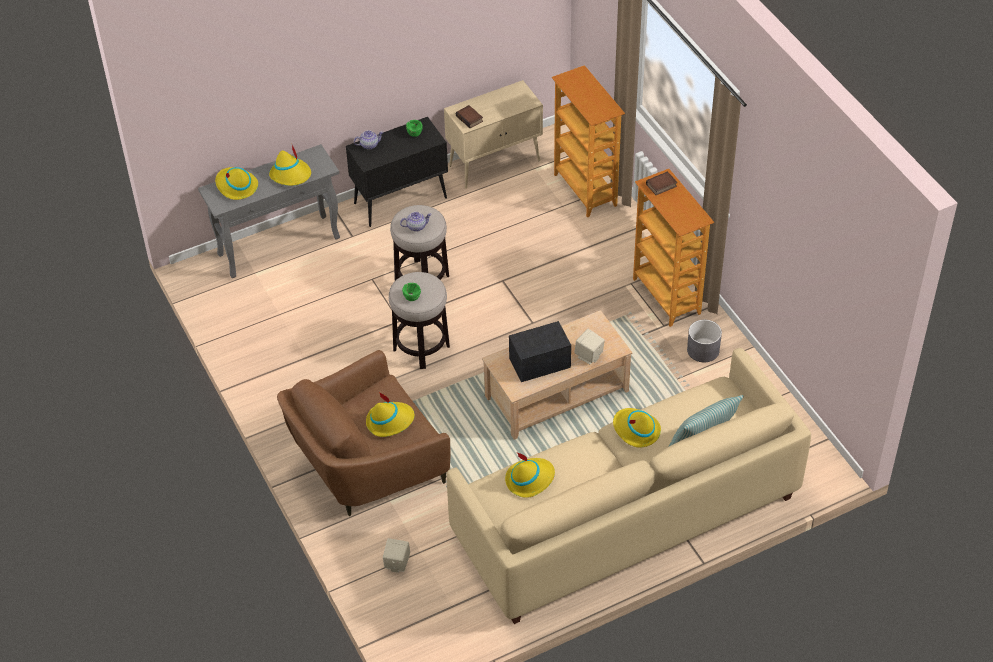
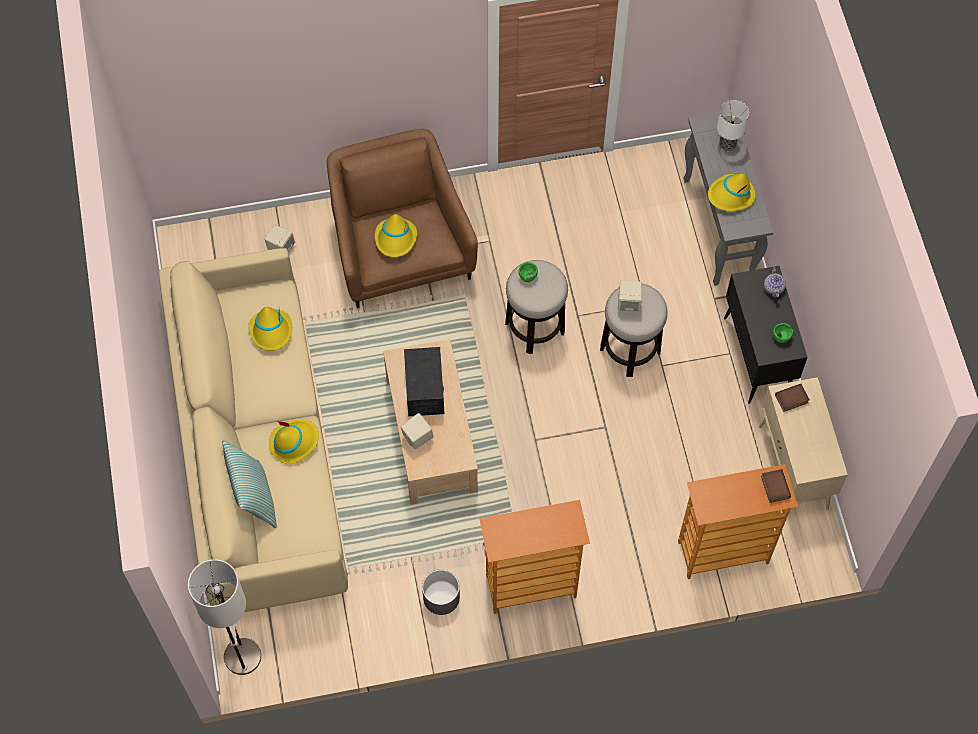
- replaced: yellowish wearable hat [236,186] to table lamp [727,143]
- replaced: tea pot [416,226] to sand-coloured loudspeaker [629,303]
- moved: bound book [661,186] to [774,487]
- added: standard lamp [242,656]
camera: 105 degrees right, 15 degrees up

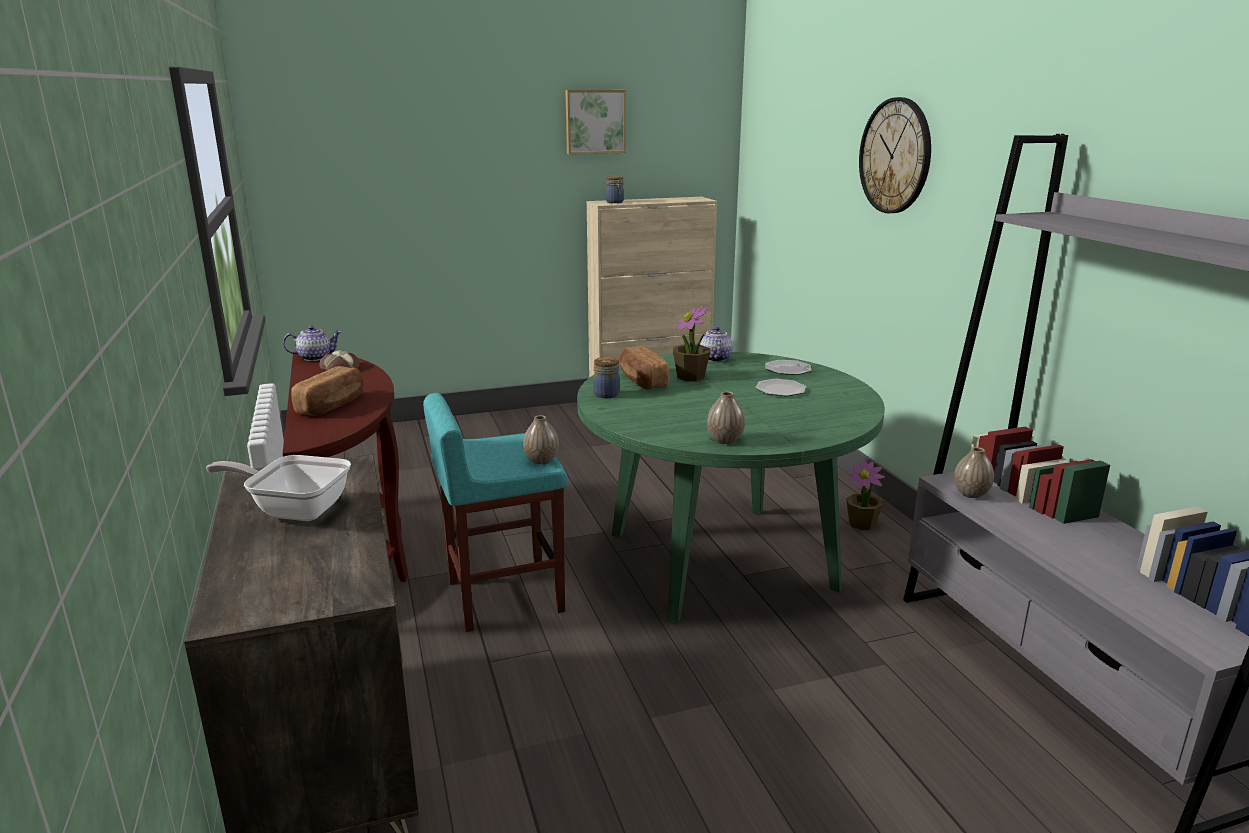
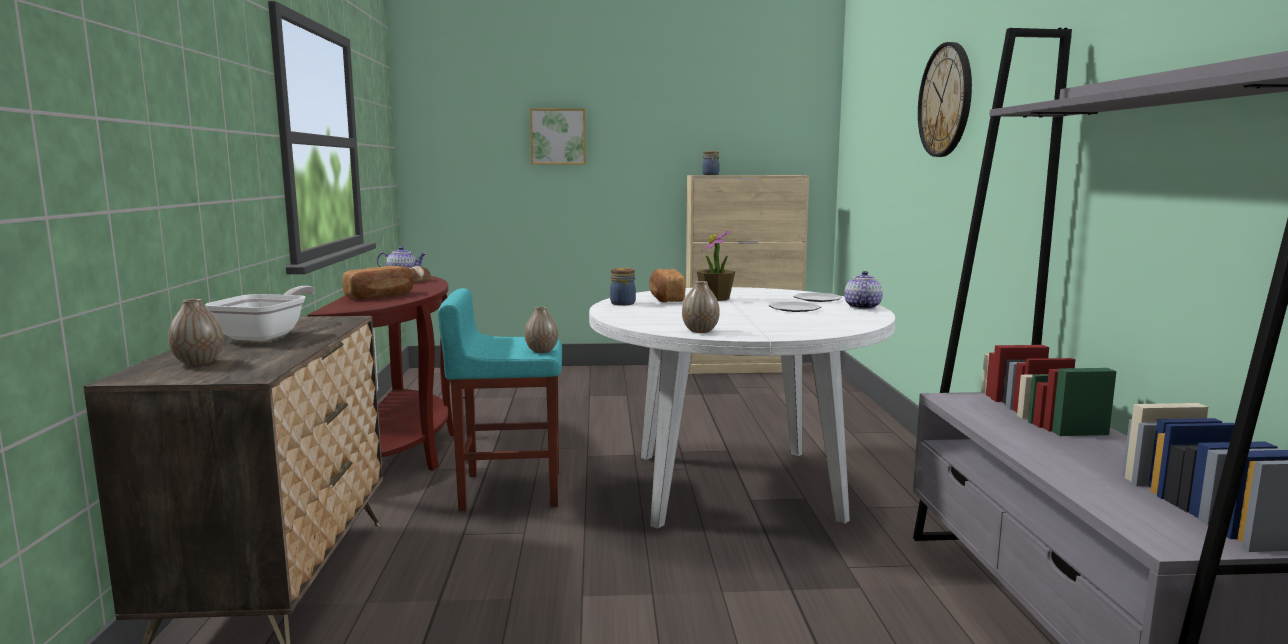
- turned: frying pan [294,509] = [267,335] 75 degrees clockwise
- moved: wall picture [595,121] to [558,136]
- recoloured: greenish dinner table [720,560] to white-coloured dinner table [734,486]
- moved: tea pot [714,358] to [861,307]
- removed: potted plant [862,524]
- moved: flower vase [971,494] to [199,362]
camera: 15 degrees right, 10 degrees down

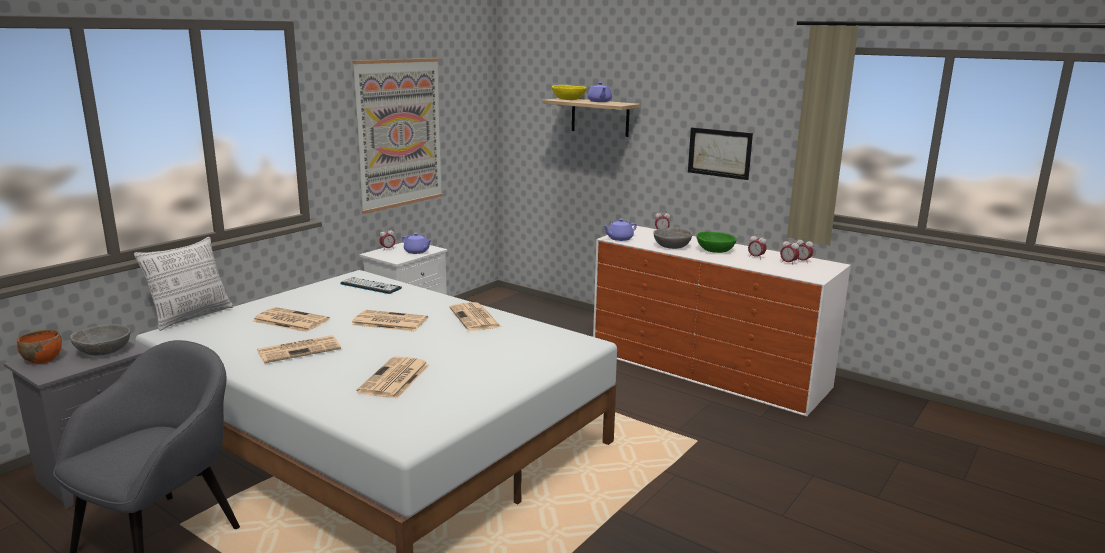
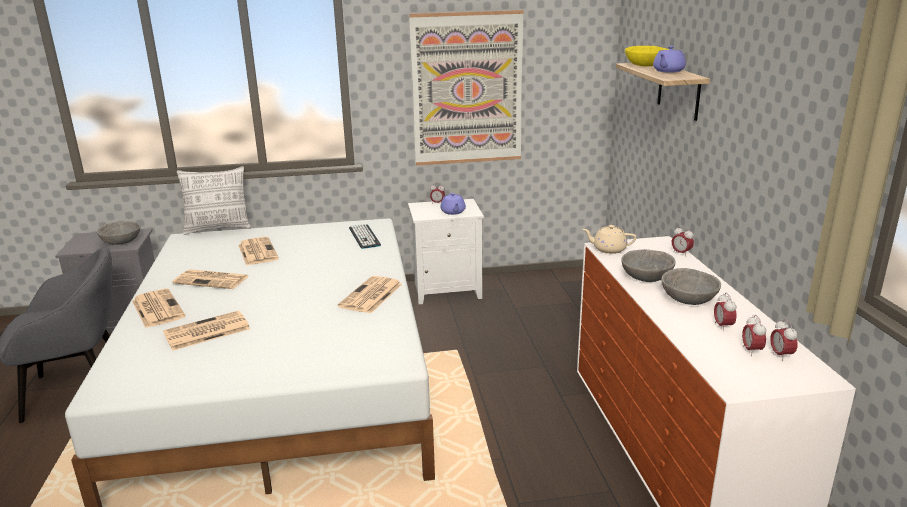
- removed: orange-coloured deep dish [42,359]
- moved: printed paper [388,322] to [157,308]
- recoloured: purple tea pot [619,239] to sand-coloured tea pot [608,249]
- removed: wall picture [719,153]
- recoloured: greenish deep dish [714,250] to grey deep dish [688,298]
camera: 45 degrees right, 5 degrees up

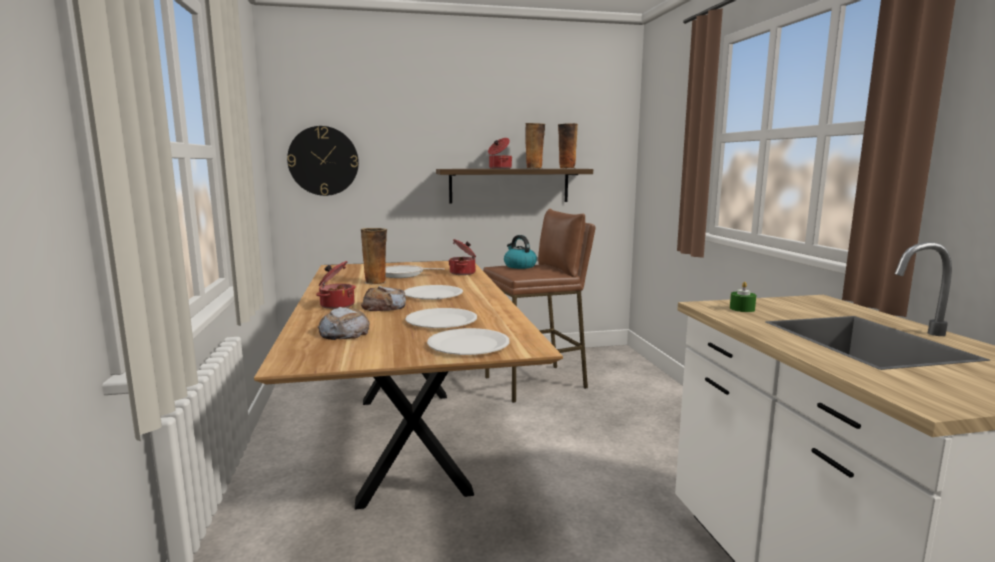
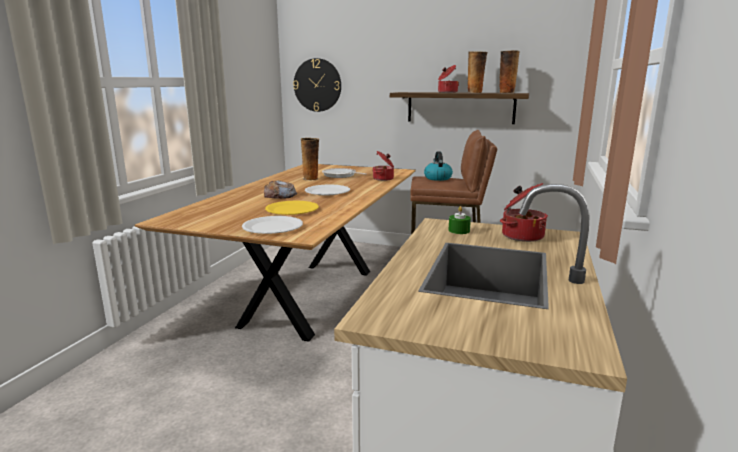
- moved: cooking pot [336,305] to [521,235]
- removed: bread [344,332]
- recoloured: white-coloured plate [441,320] to yellowish plate [292,209]
camera: 30 degrees right, 5 degrees up

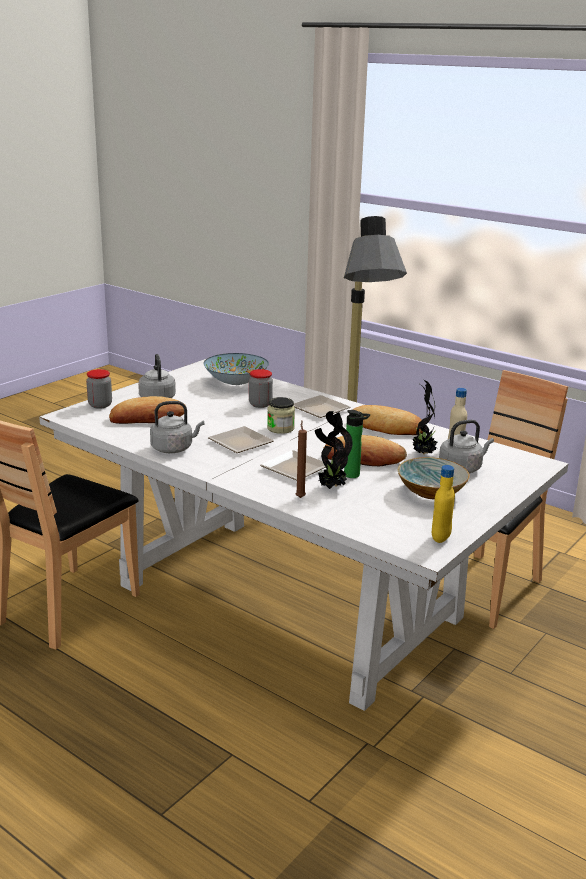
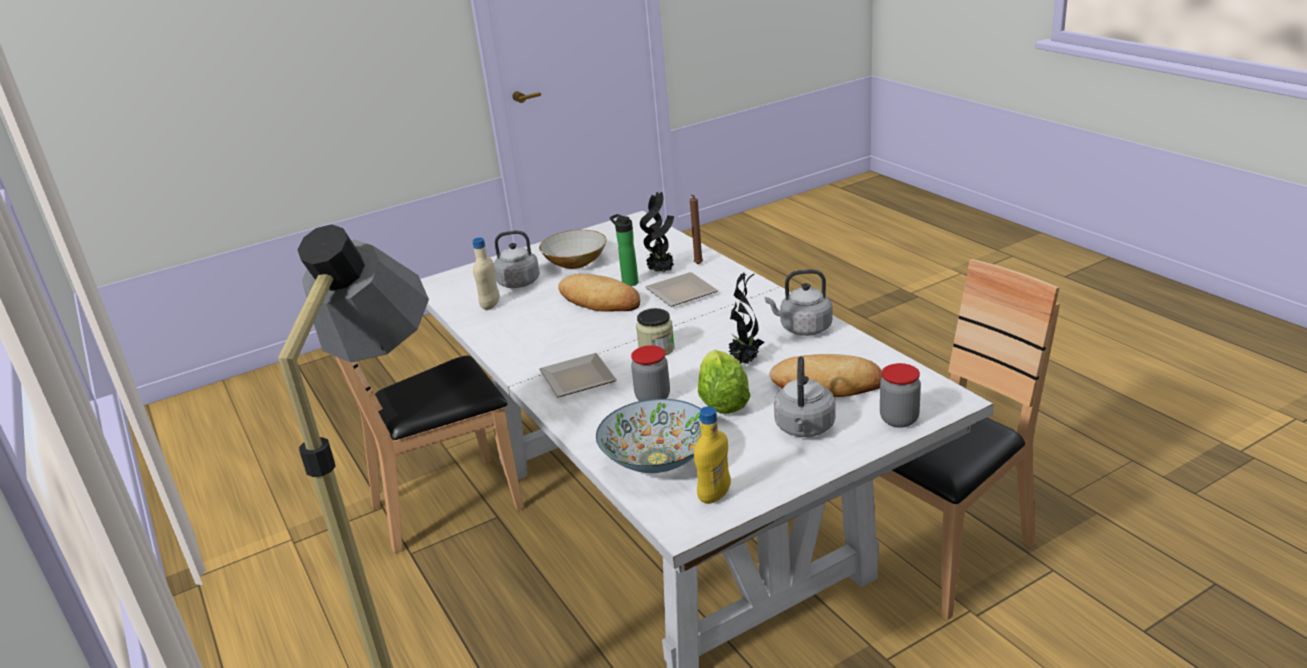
- removed: plate [241,442]
- removed: bread [386,427]
- moved: potted plant [422,453] to [745,361]
- moved: yellowish drink bottle [440,537] to [714,495]
- added: lettuce head [722,402]
camera: 155 degrees left, 5 degrees up

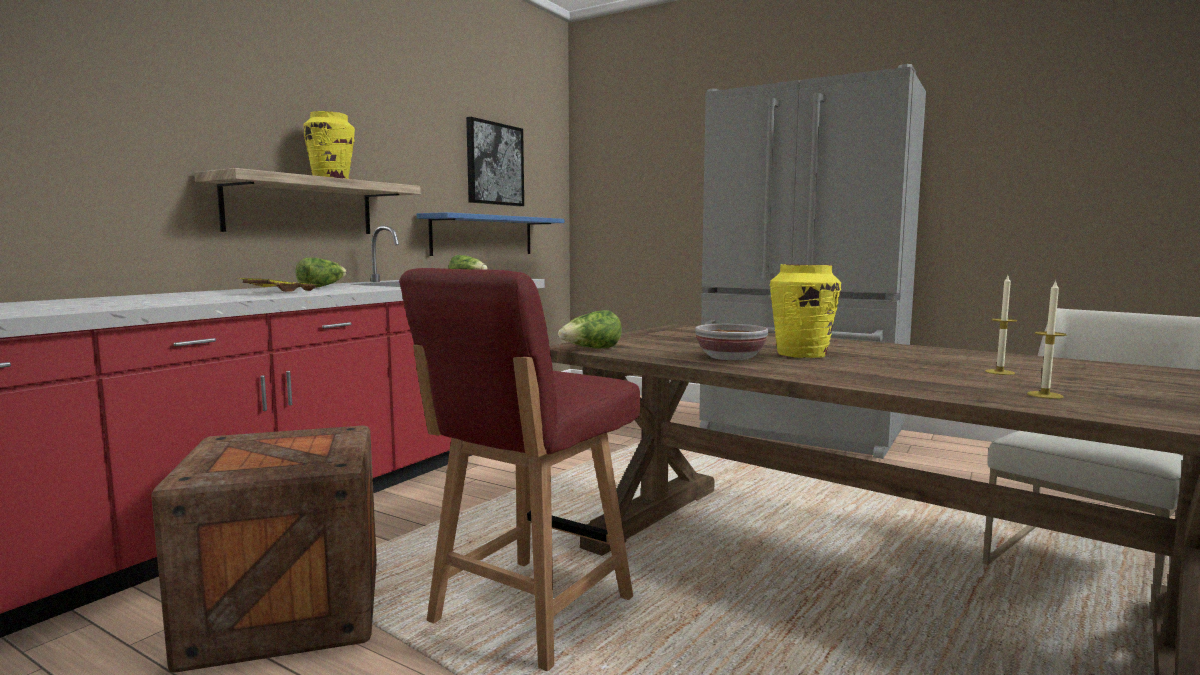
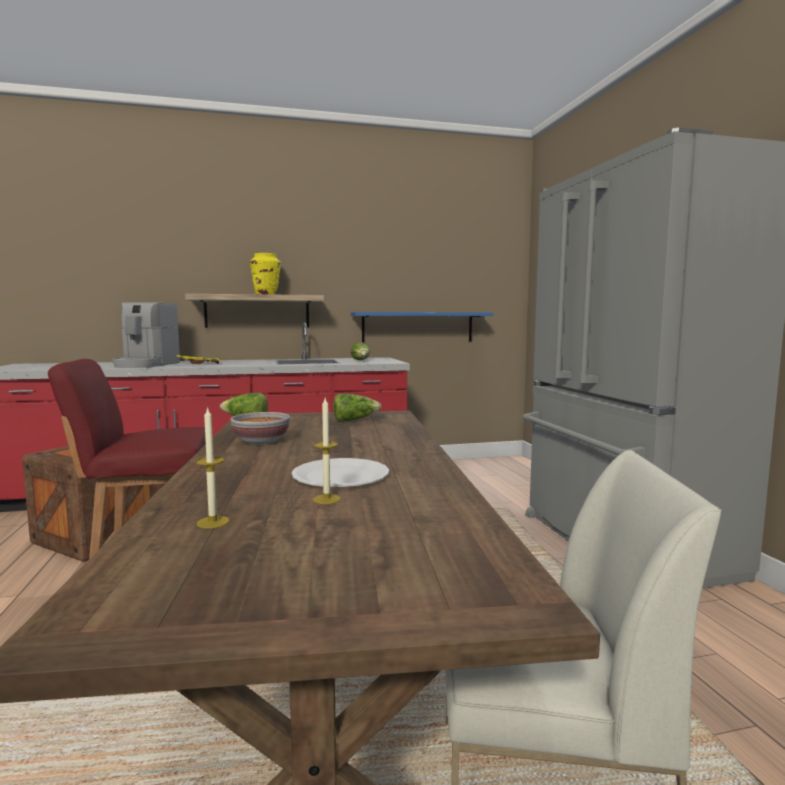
- moved: lettuce head [322,287] to [354,420]
- removed: wall picture [494,164]
- removed: yellowish flower vase [802,355]
- added: coffee brewer [146,365]
- added: white-coloured plate [340,476]
camera: 45 degrees right, 0 degrees up

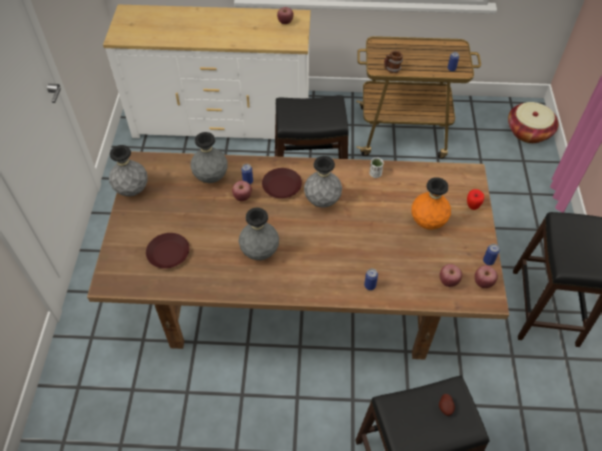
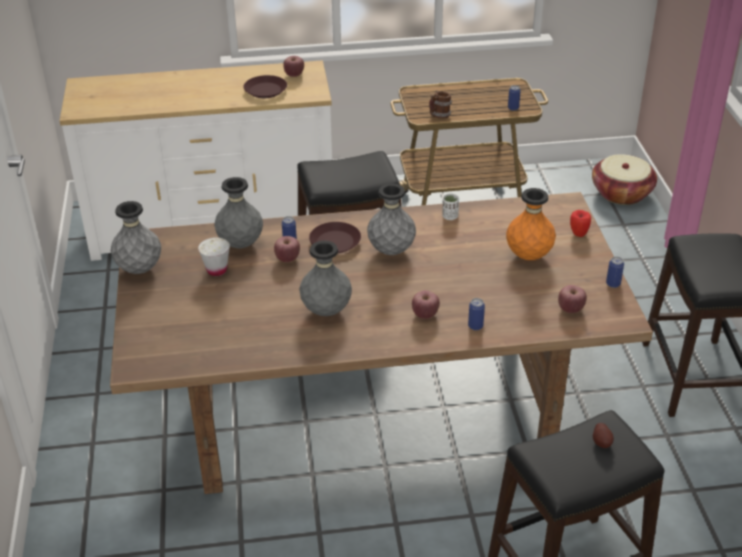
- moved: brownish plate [168,253] to [265,90]
- moved: apple fruit [483,282] to [425,315]
- added: white-coloured small cup [217,270]
camera: 10 degrees left, 15 degrees down

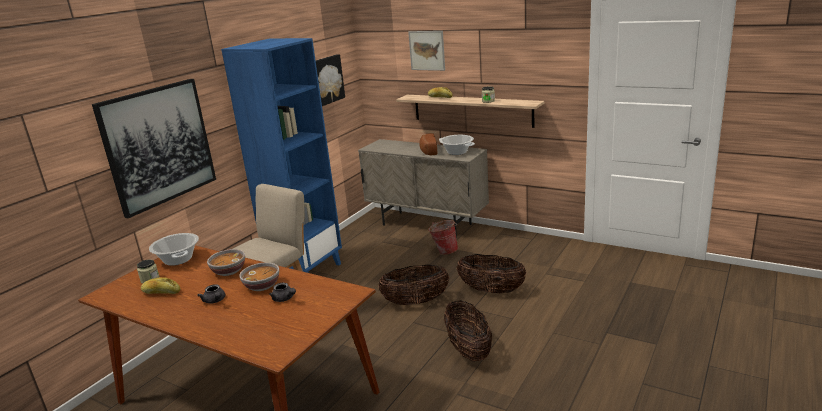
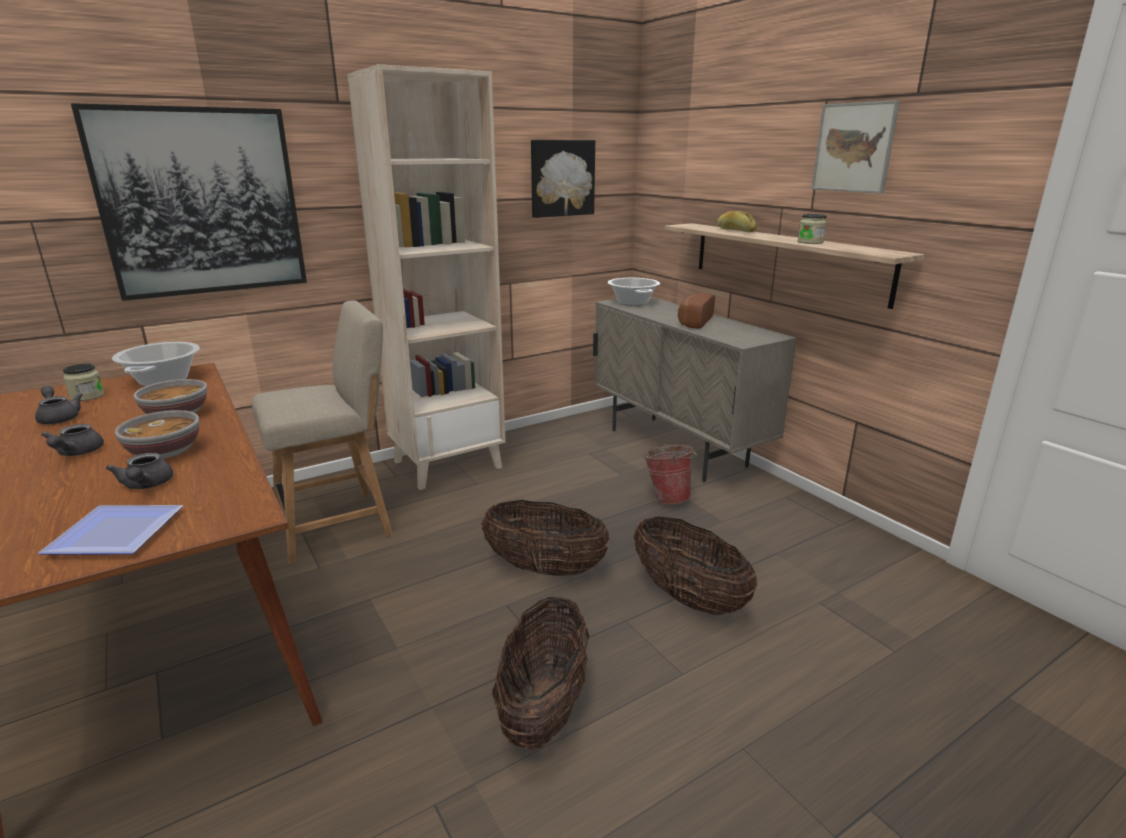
- replaced: bread [161,292] to grey tea pot [59,418]
- recoloured: blue shelving unit [306,271] to sand-coloured shelving unit [448,464]
- moved: wall picture [427,50] to [853,147]
- moved: cooking pot [457,152] to [632,303]
- added: plate [111,535]
camera: 25 degrees right, 0 degrees up

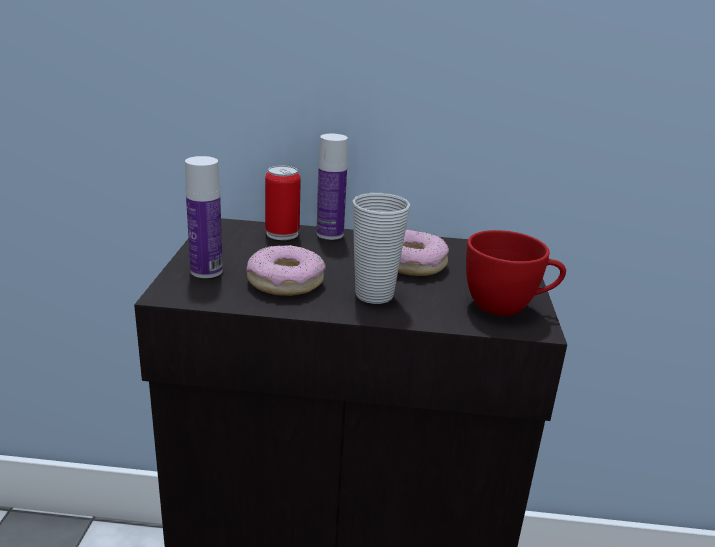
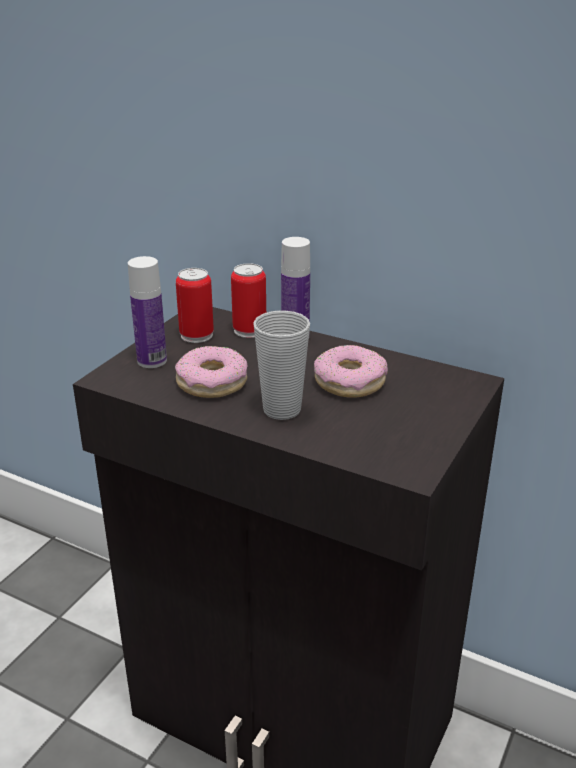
- removed: red small cup [508,306]
- added: metal can [196,335]
camera: 25 degrees right, 5 degrees up

